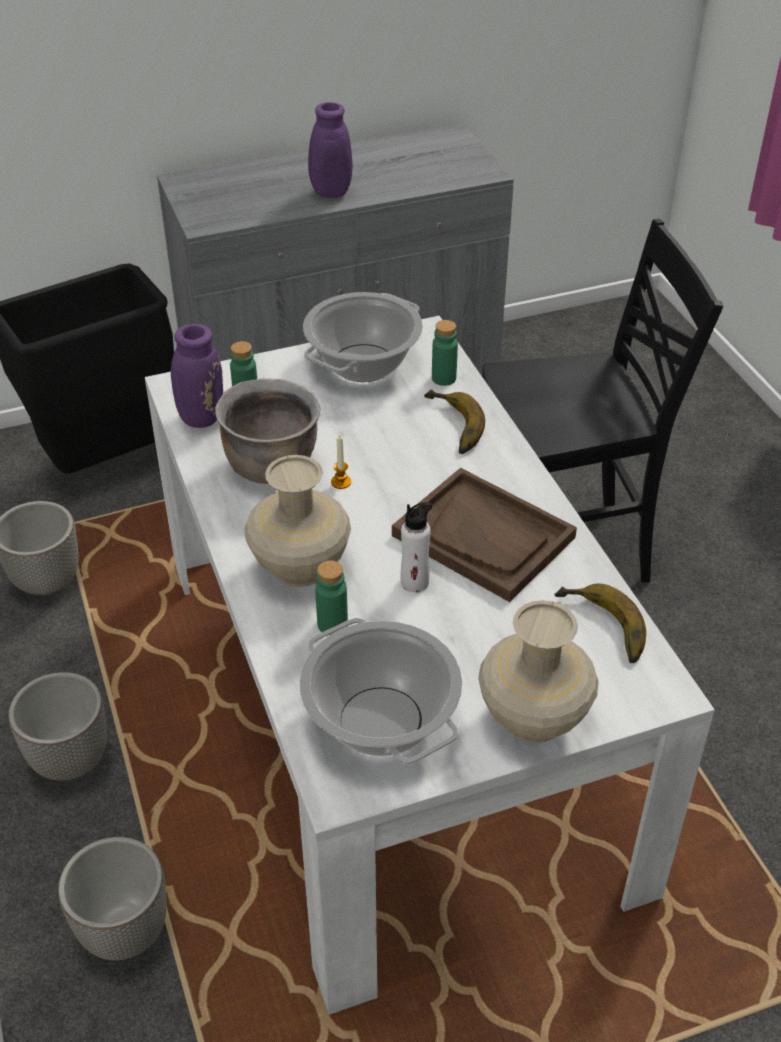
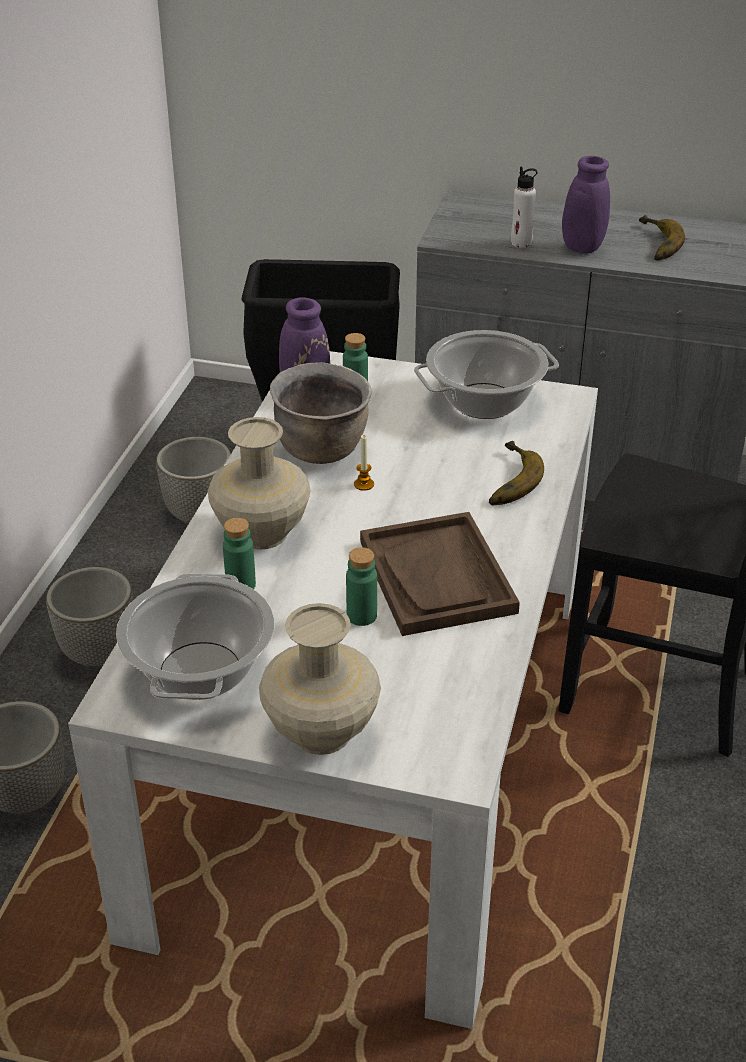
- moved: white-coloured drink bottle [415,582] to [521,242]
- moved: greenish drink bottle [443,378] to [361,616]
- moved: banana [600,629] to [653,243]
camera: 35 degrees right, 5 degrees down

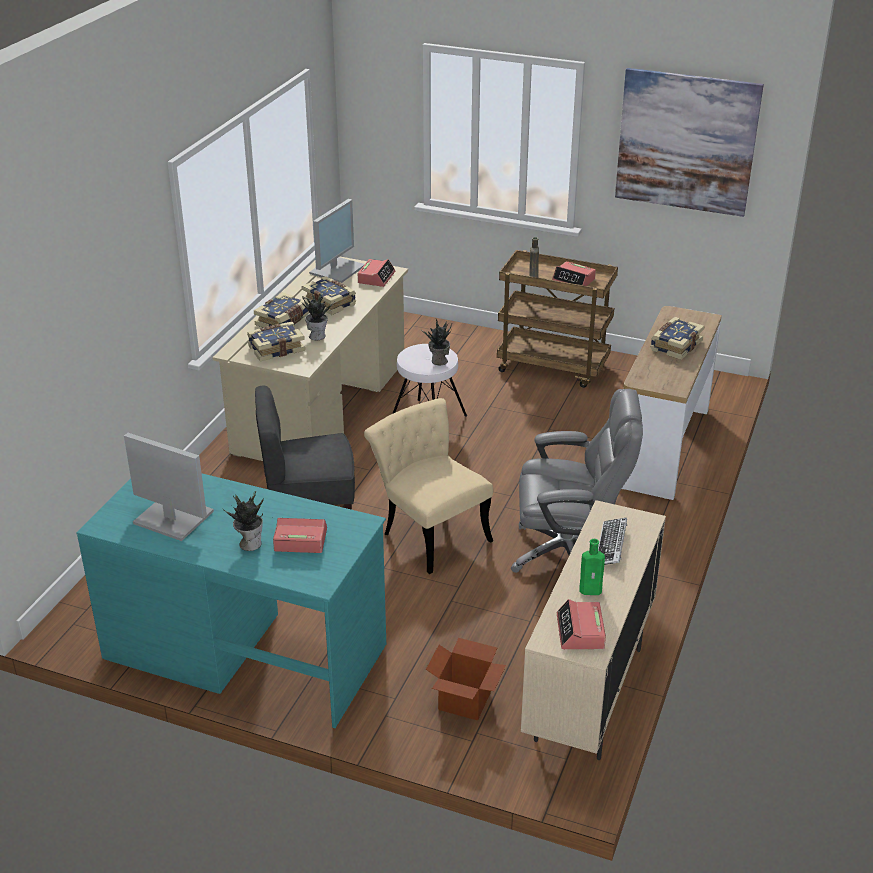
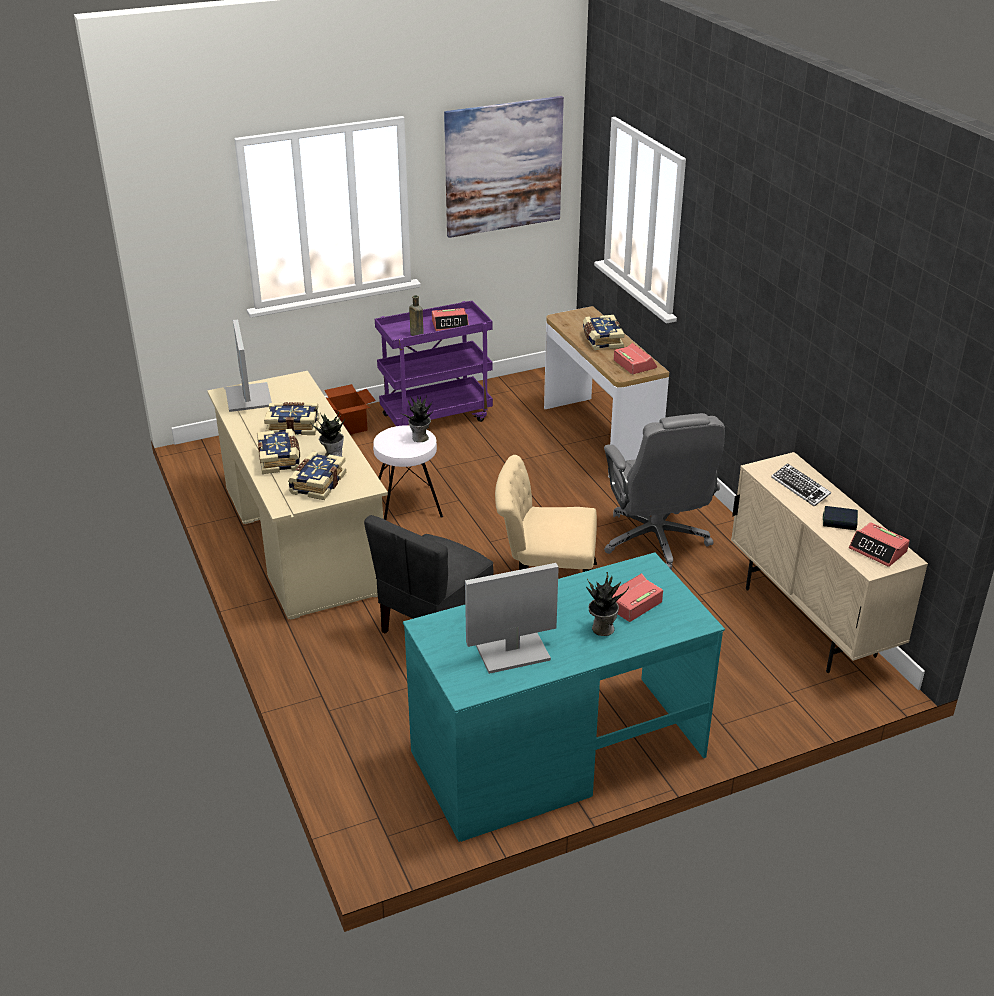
- moved: alarm clock [376,277] to [634,364]
- moved: packing box [464,701] to [349,427]
- recoloured: brownish wheeled cart [554,367] to purple wheeled cart [436,416]
- turned: grey desk chair [569,553] = [656,541] 120 degrees clockwise
- replaced: greenish drink bottle [592,590] to bound book [839,522]
camera: 45 degrees left, 0 degrees up

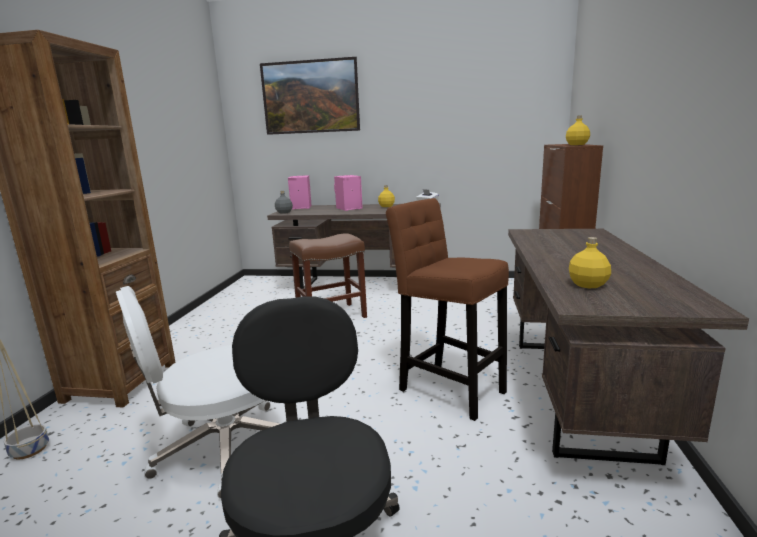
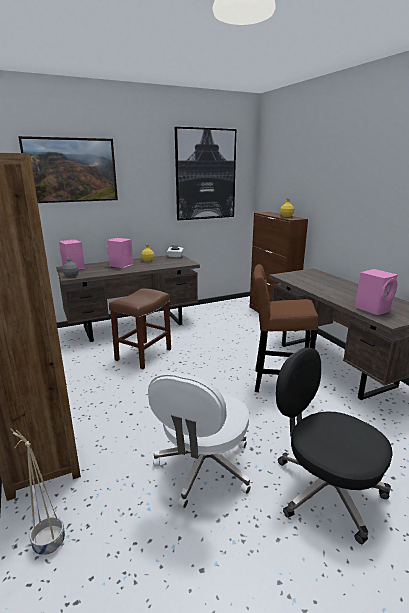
- replaced: yellowish drink bottle [588,284] to pinkish loudspeaker [373,309]
- added: wall picture [205,175]
camera: 35 degrees left, 5 degrees up

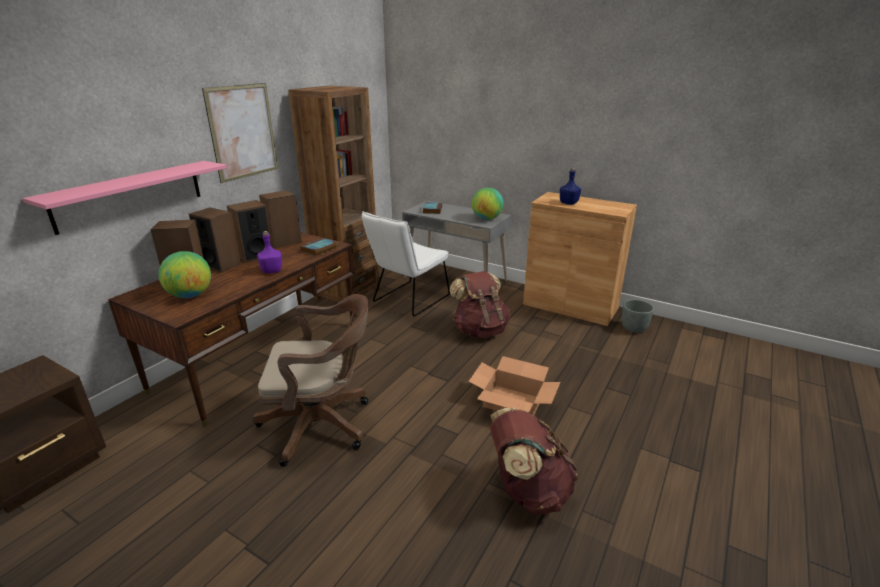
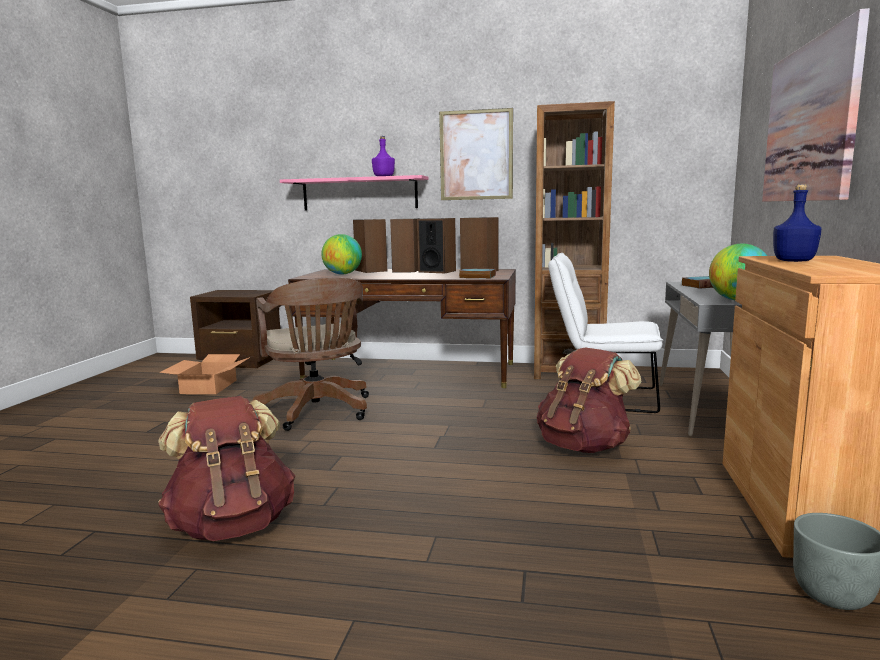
- moved: purple drink bottle [272,271] to [384,176]
- moved: packing box [512,402] to [208,387]
- added: wall picture [810,122]
camera: 70 degrees right, 15 degrees down

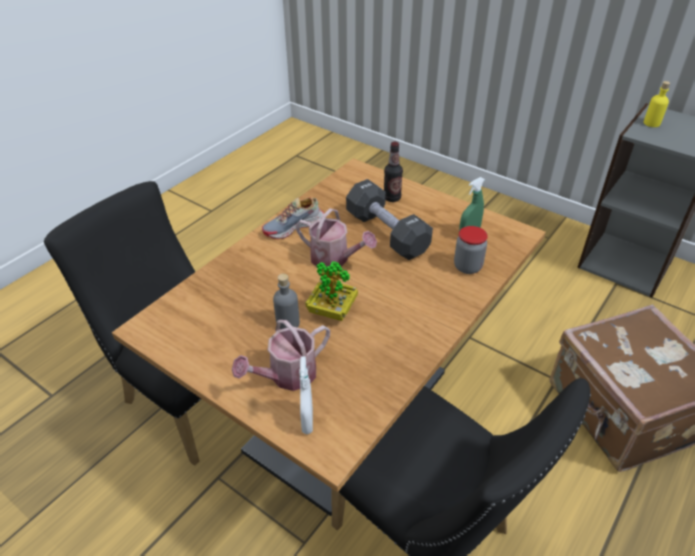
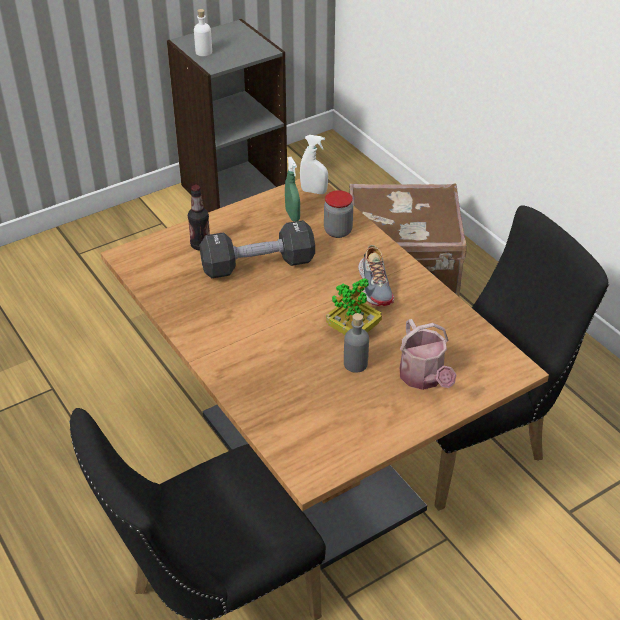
- moved: item of footwear [294,227] to [375,286]
- removed: watering can [334,259]
- moved: white-coloured hand sprayer [307,421] to [313,191]
- recoloured: yellowish drink bottle [651,123] to white-coloured drink bottle [204,52]
camera: 70 degrees left, 0 degrees up

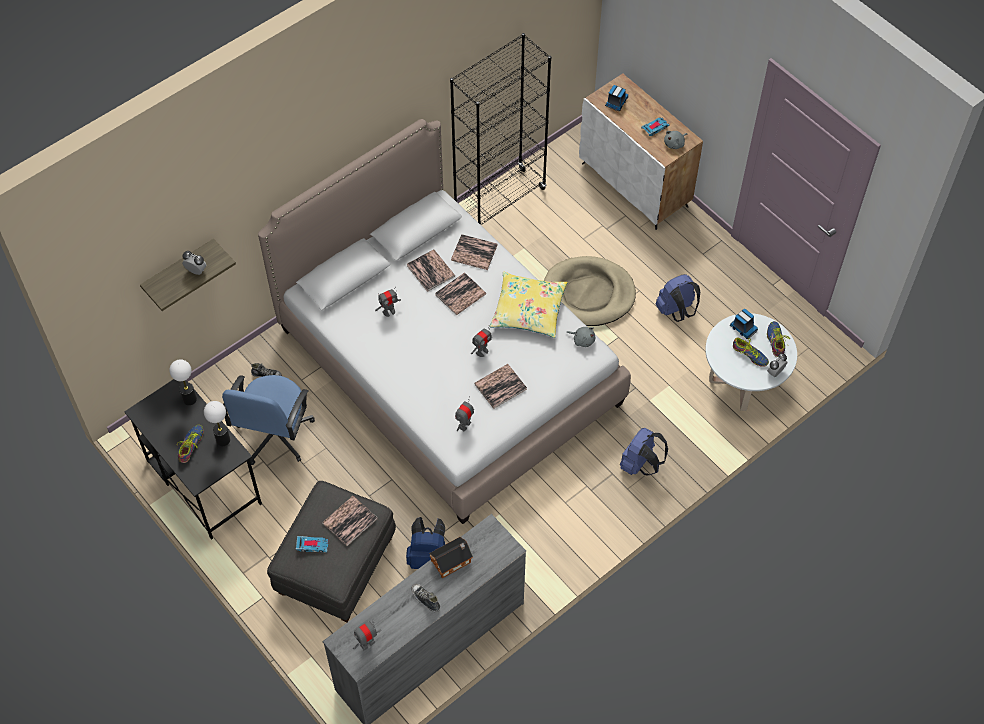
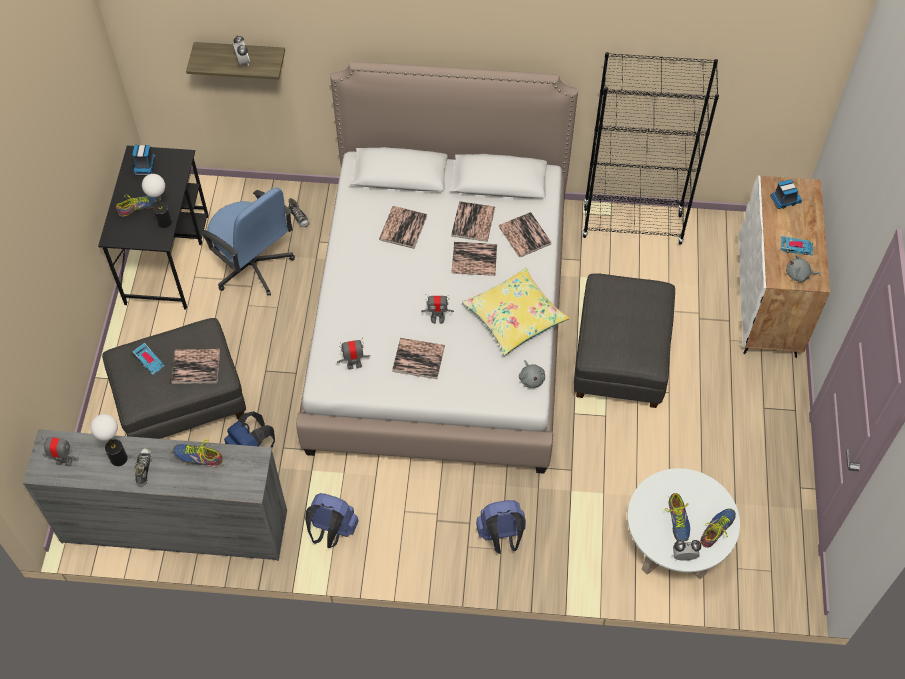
- moved: table lamp [189,399] to [118,458]
- turned: blue desk chair [274,435] = [253,266] 105 degrees counterclockwise
- replaced: robot figure [389,311] to bound book [403,228]
- replaced: miniature house [452,561] to item of footwear [198,457]
- replaced: sand-coloured pet bed [588,294] to grey pouffe [620,359]
- moved: blue backpack [676,311] to [332,531]
- moved: toy truck [743,328] to [145,165]
camera: 45 degrees right, 0 degrees up

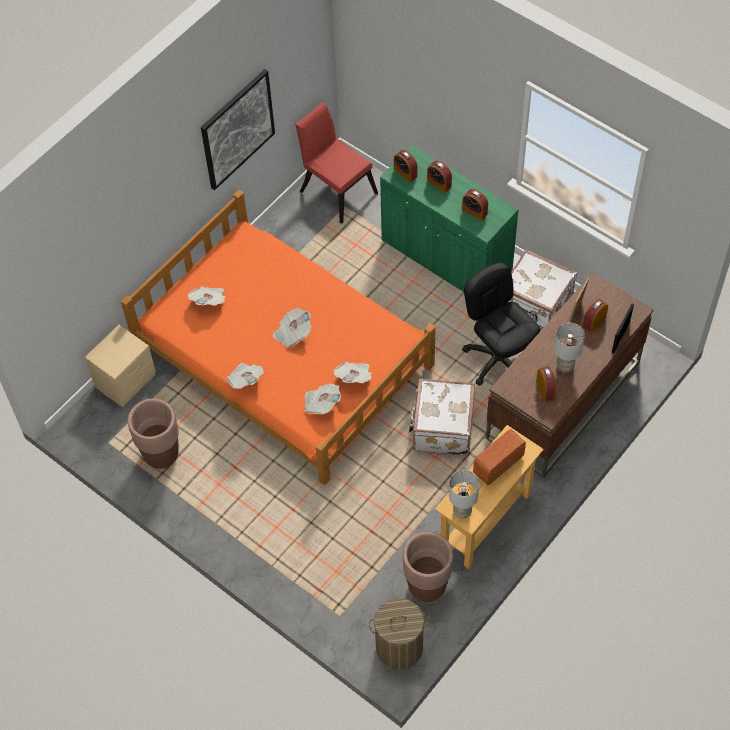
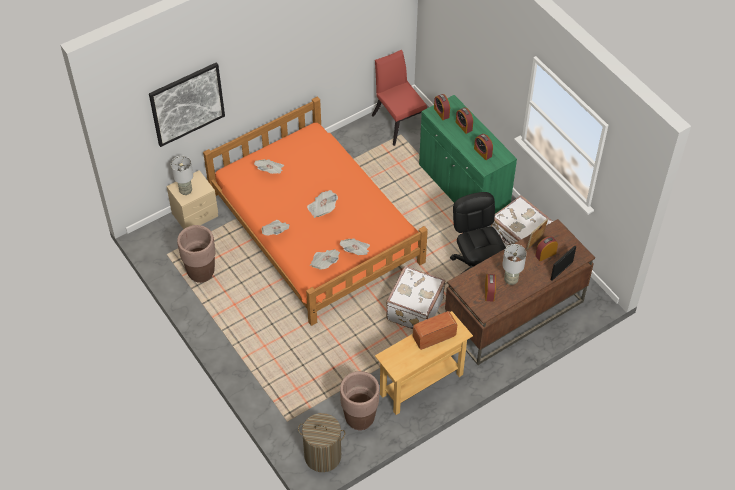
- moved: wall picture [237,129] to [187,104]
- moved: grey table lamp [462,511] to [185,191]
camera: 15 degrees right, 5 degrees down

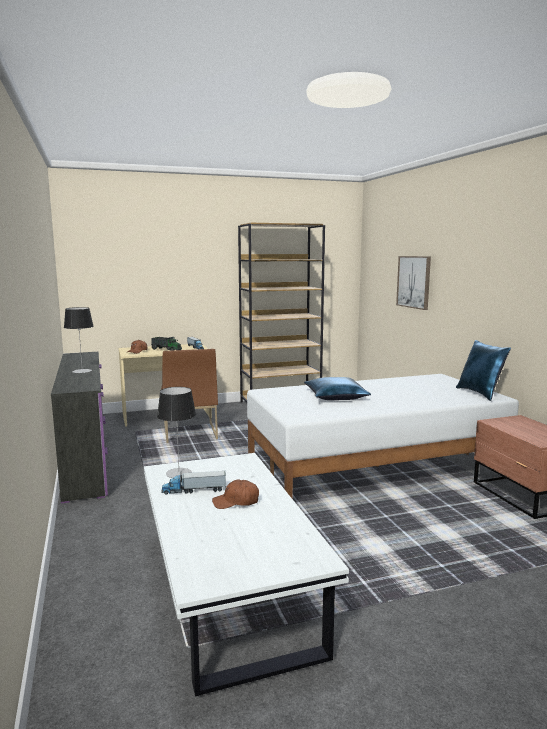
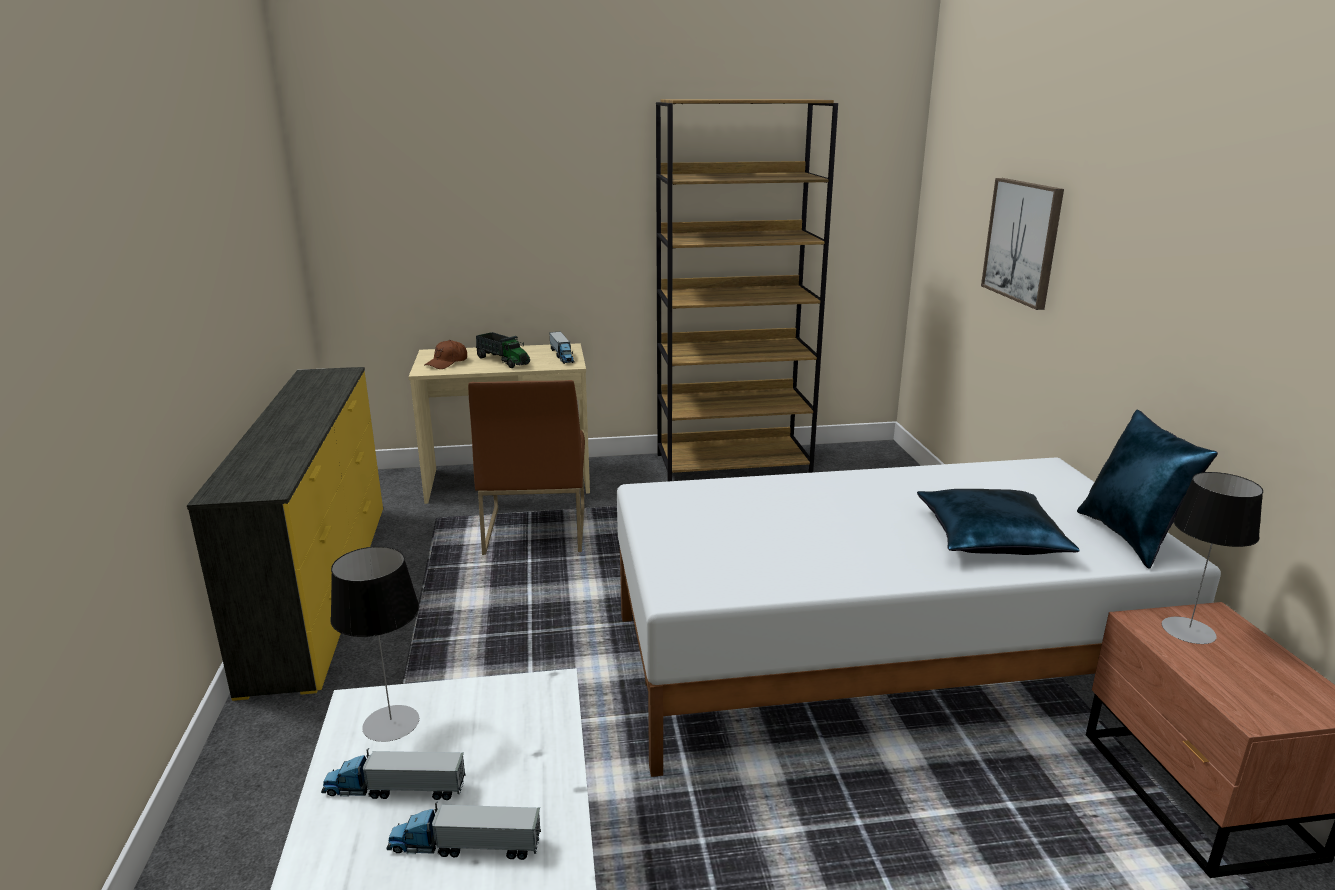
- recoloured: purple drawer chest [86,460] to yellowish drawer chest [323,587]
- moved: table lamp [82,371] to [1188,630]
- replaced: brownish cap [236,502] to toy truck [465,846]
- moved: blue pillow [336,397] to [991,538]
camera: 10 degrees right, 10 degrees up

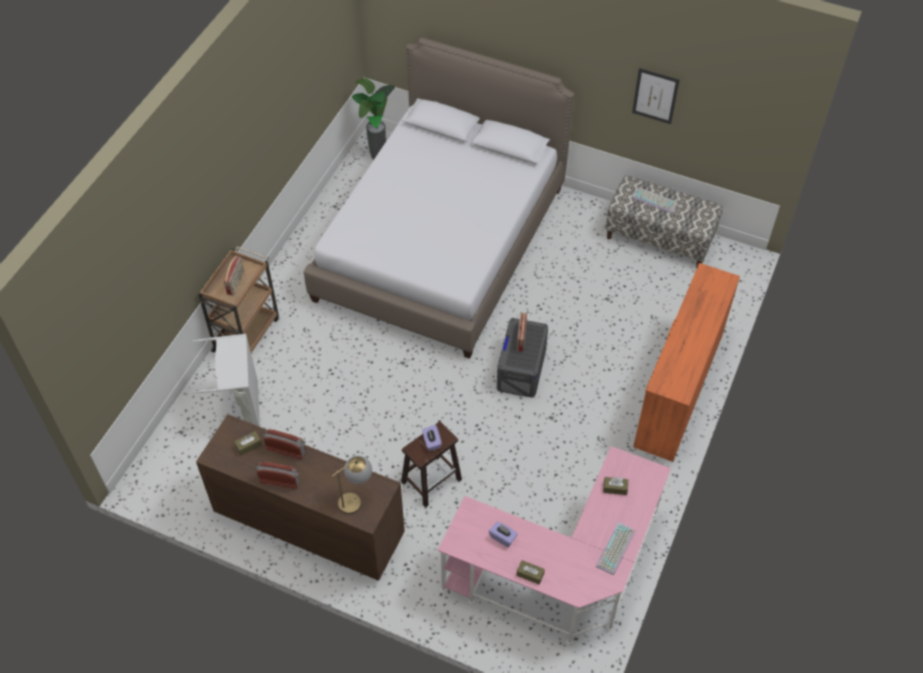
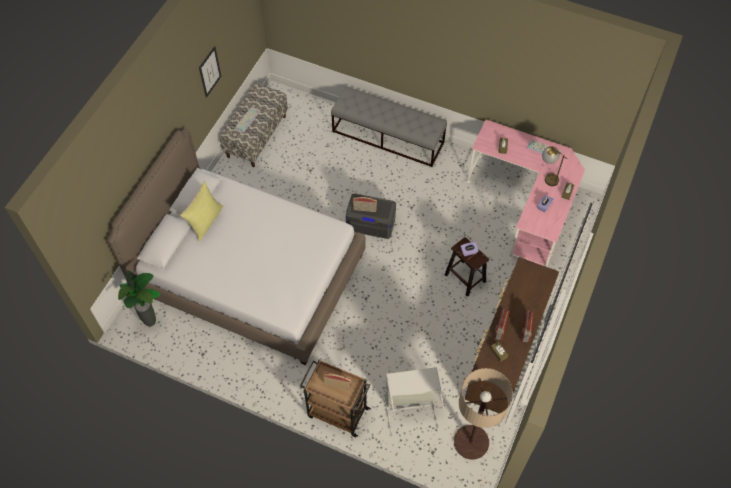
- moved: table lamp [356,499] to [547,177]
- replaced: orange-coloured drawer chest [677,391] to grey indoor bench [388,137]
- added: yellowish pillow [205,221]
- added: standard lamp [471,442]
camera: 90 degrees left, 5 degrees up

